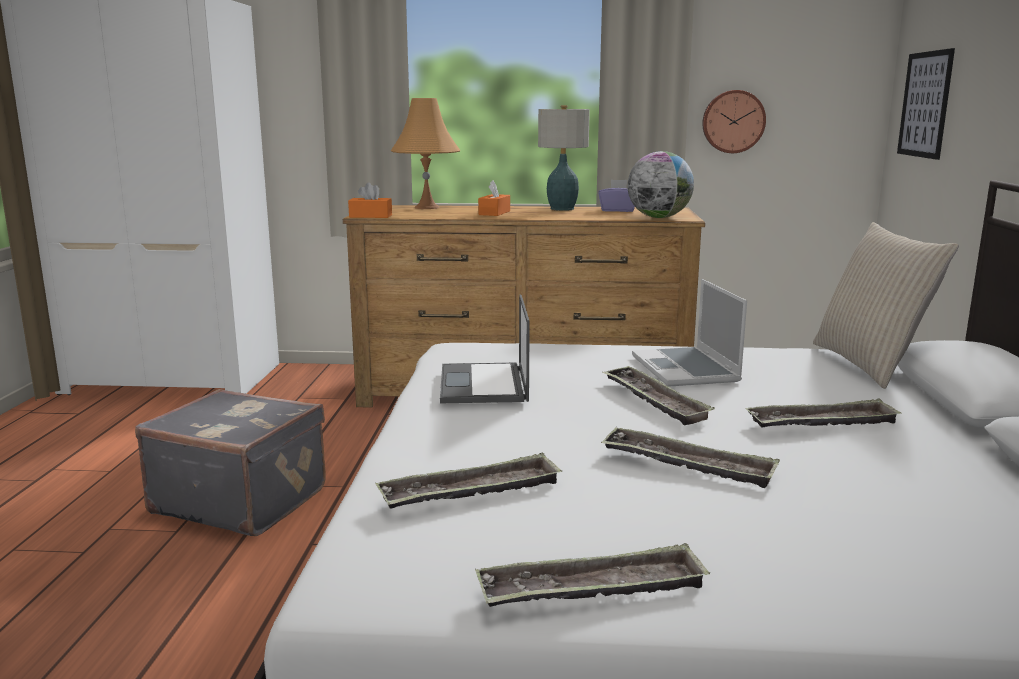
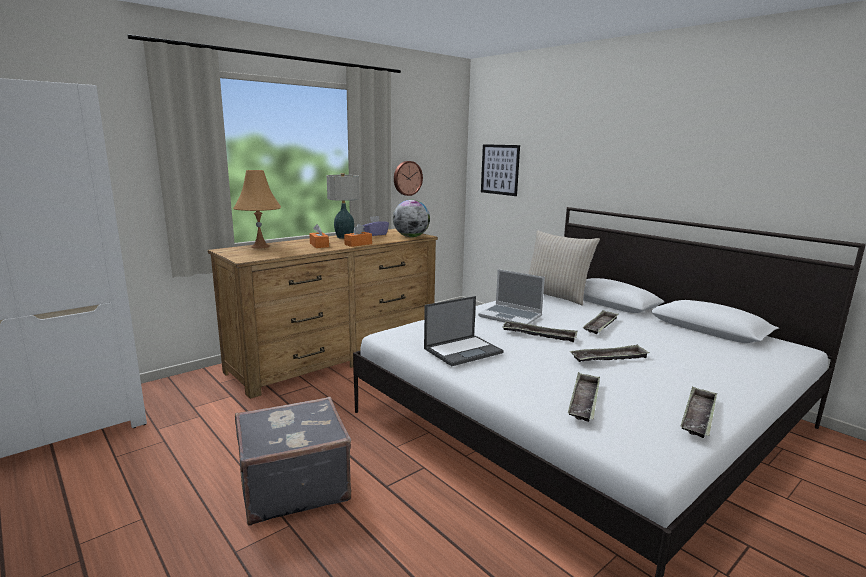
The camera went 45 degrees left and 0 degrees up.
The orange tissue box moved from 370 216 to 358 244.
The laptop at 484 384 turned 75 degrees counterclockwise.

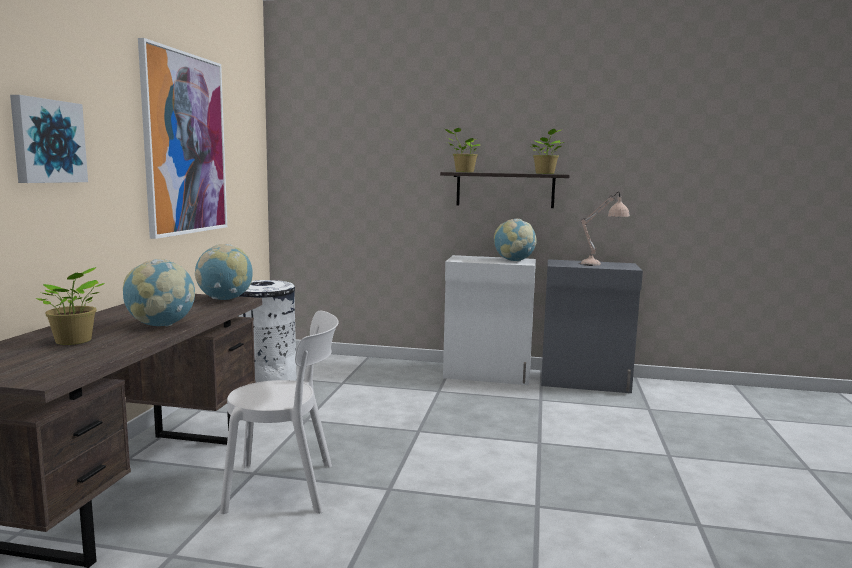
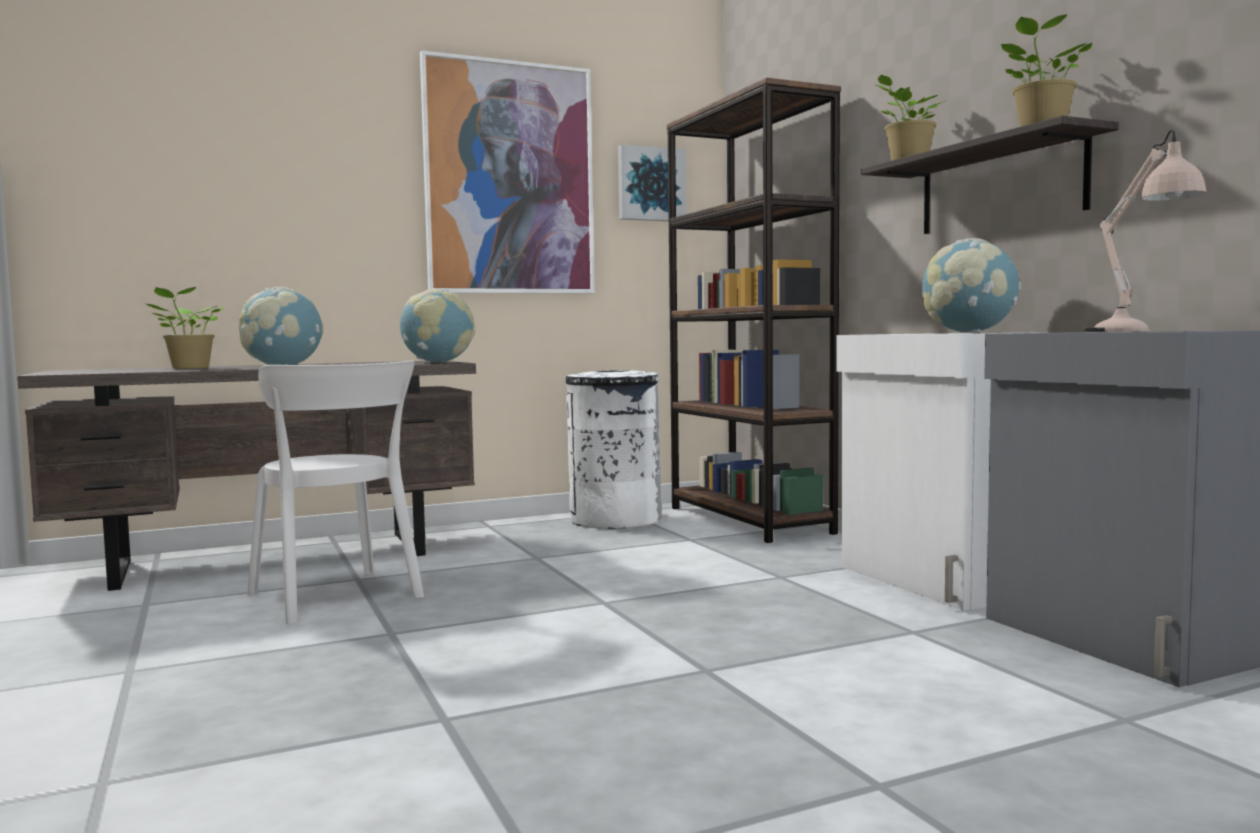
The camera went 55 degrees right and 5 degrees down.
The picture moved from 47 141 to 650 184.
The brown bookcase at 749 520 appeared.

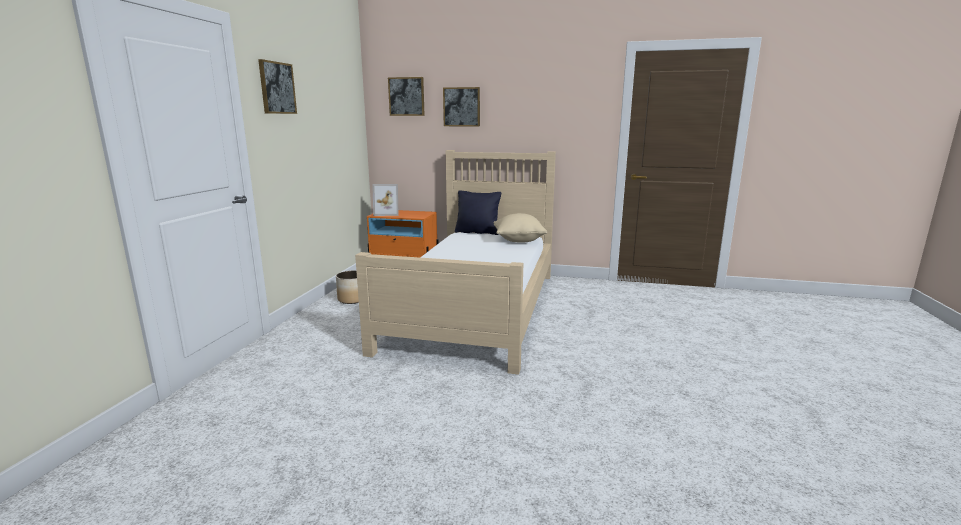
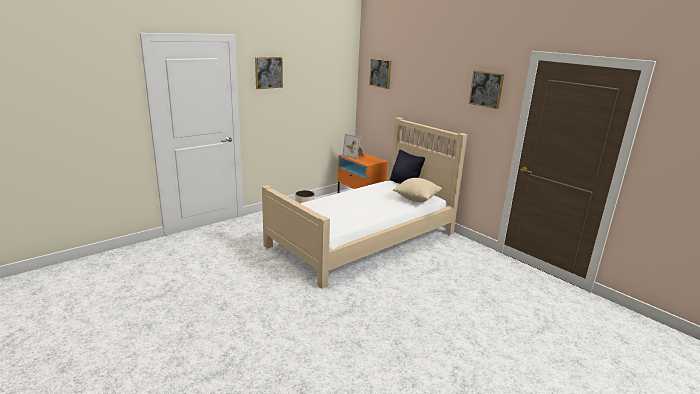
The camera went 35 degrees right and 5 degrees up.
The picture moved from 461 107 to 486 89.

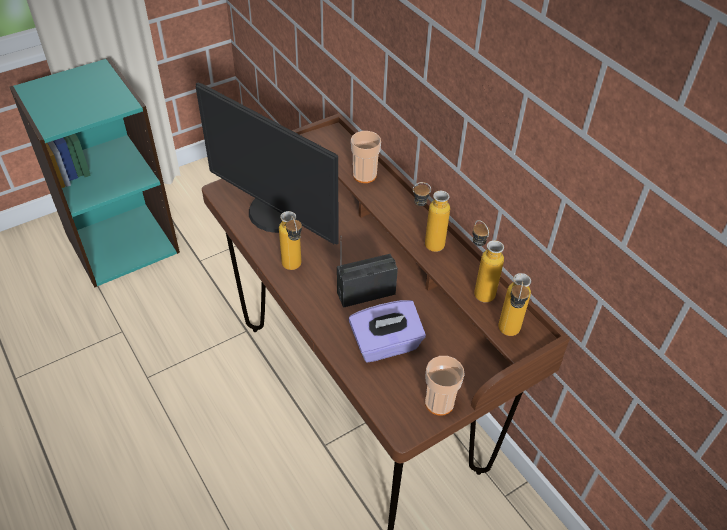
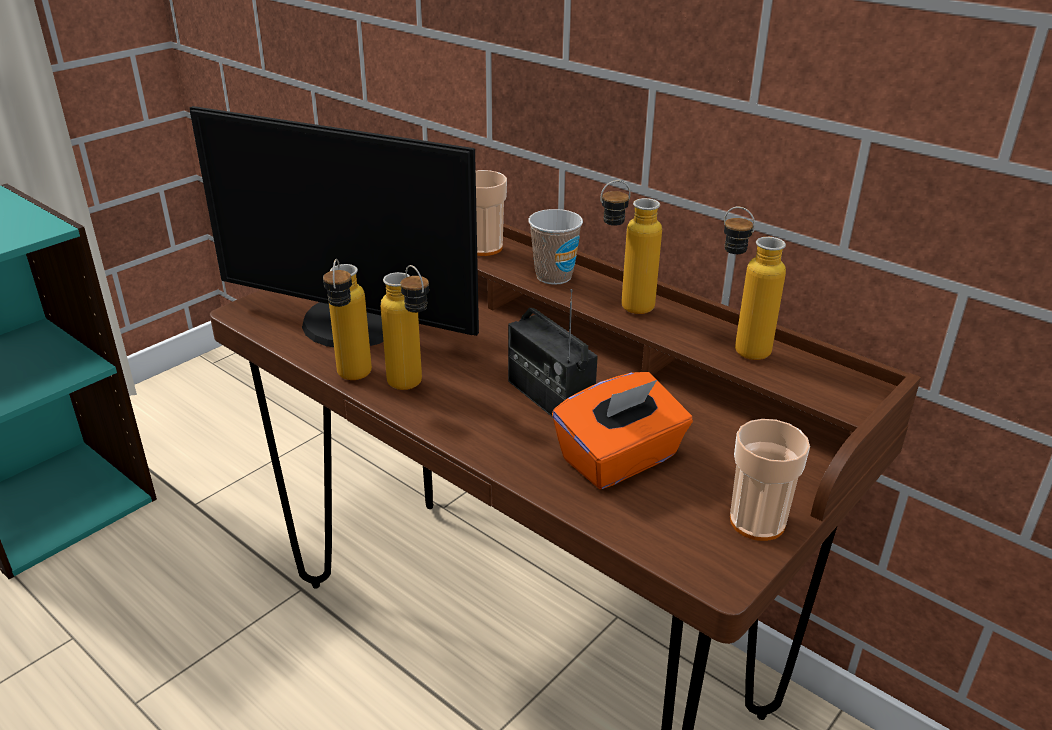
The camera went 15 degrees left and 15 degrees down.
The bottle moved from 507 335 to 352 380.
The radio at 366 293 turned 90 degrees counterclockwise.
The cup at 554 276 appeared.
The purple tissue box at 386 345 became the orange tissue box at 620 460.

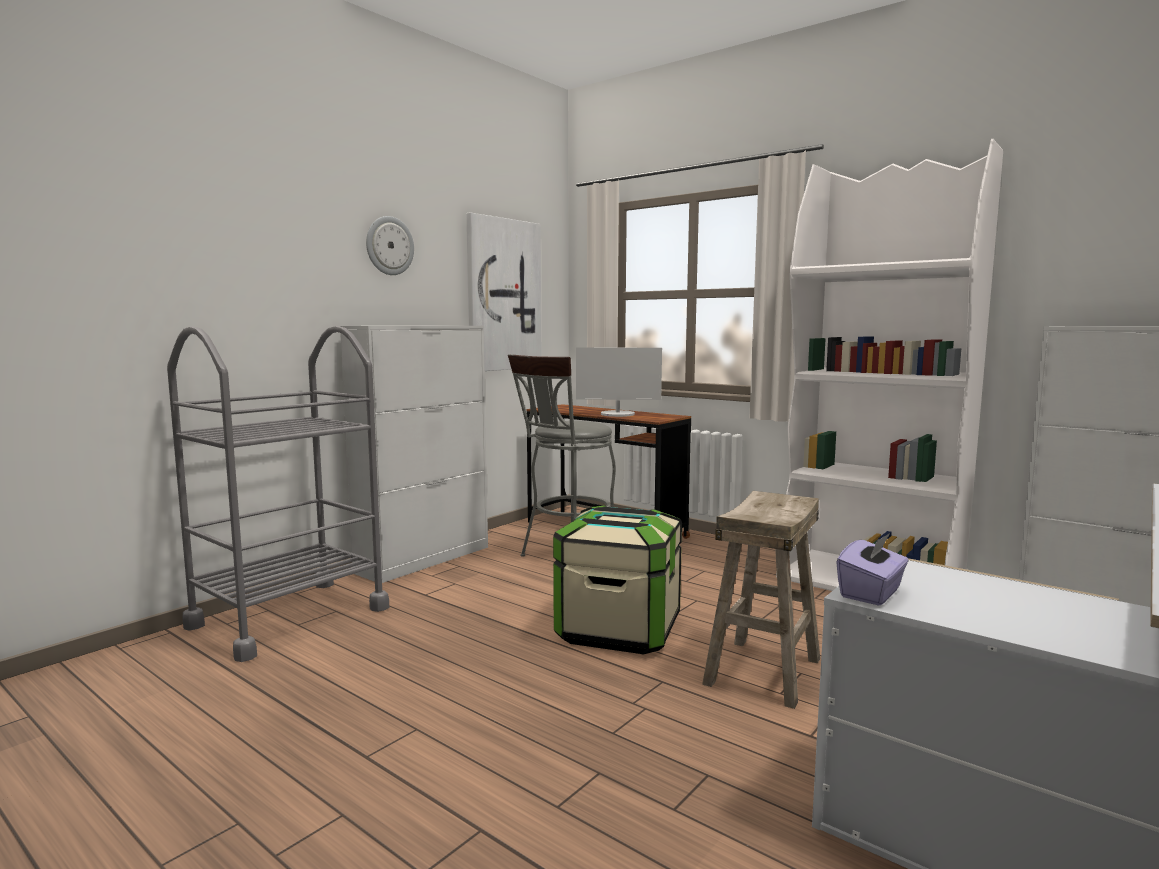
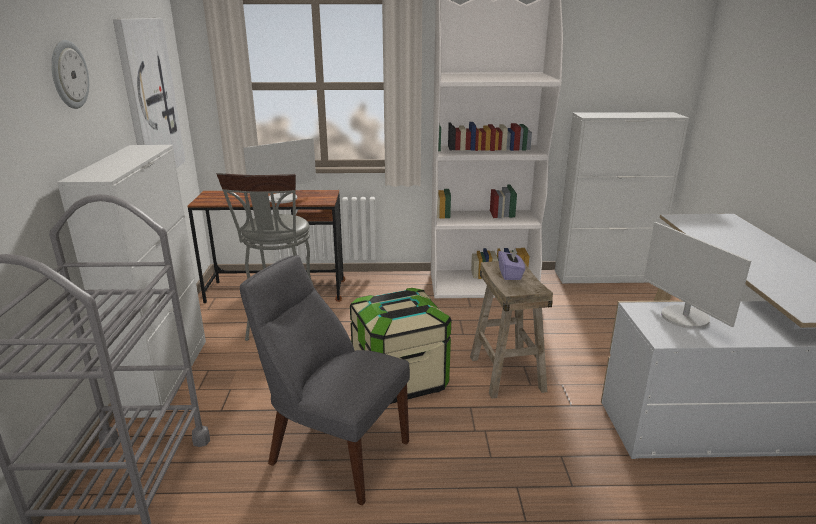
The camera went 40 degrees left and 15 degrees up.
The grey chair at 334 451 appeared.
The purple tissue box moved from 871 593 to 510 274.
The monitor at 684 317 appeared.

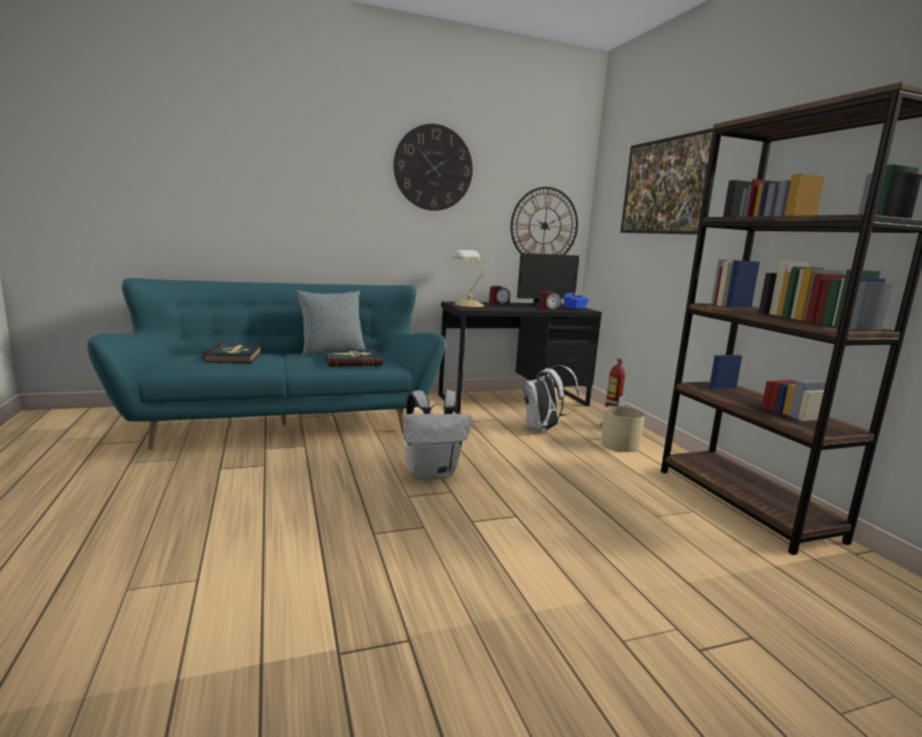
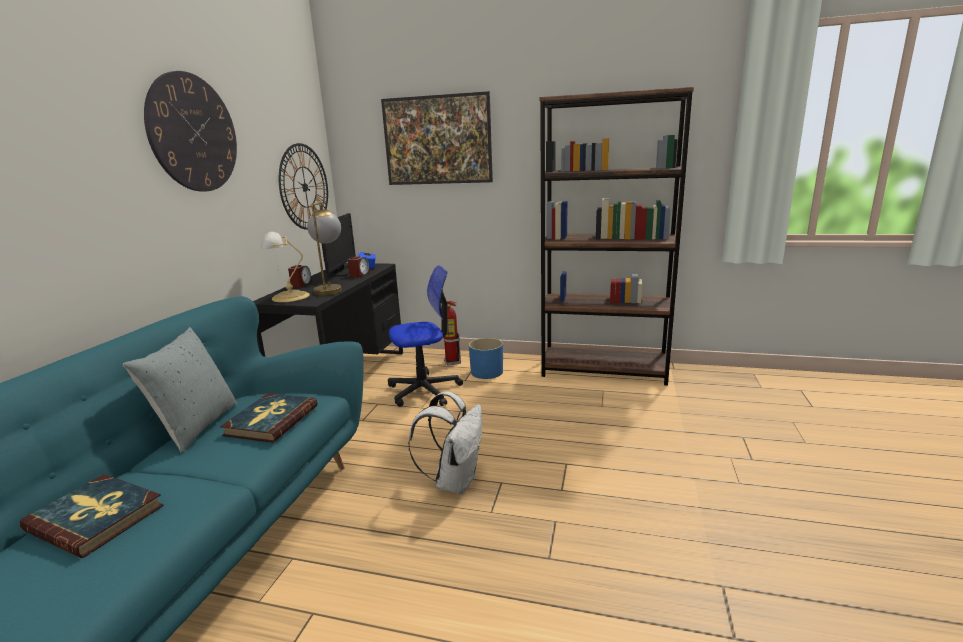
The camera went 55 degrees left and 5 degrees up.
The table lamp at 330 289 appeared.
The white backpack at 543 429 was replaced by the office chair at 424 390.
The beige planter at 620 445 became the blue planter at 487 372.

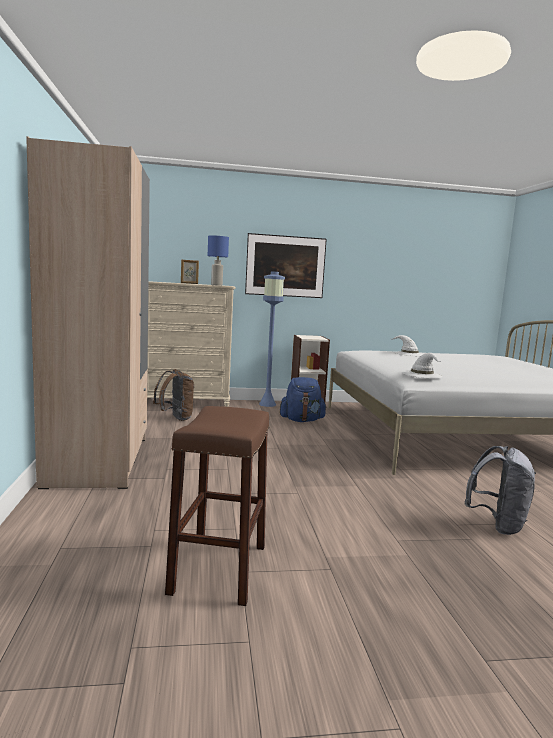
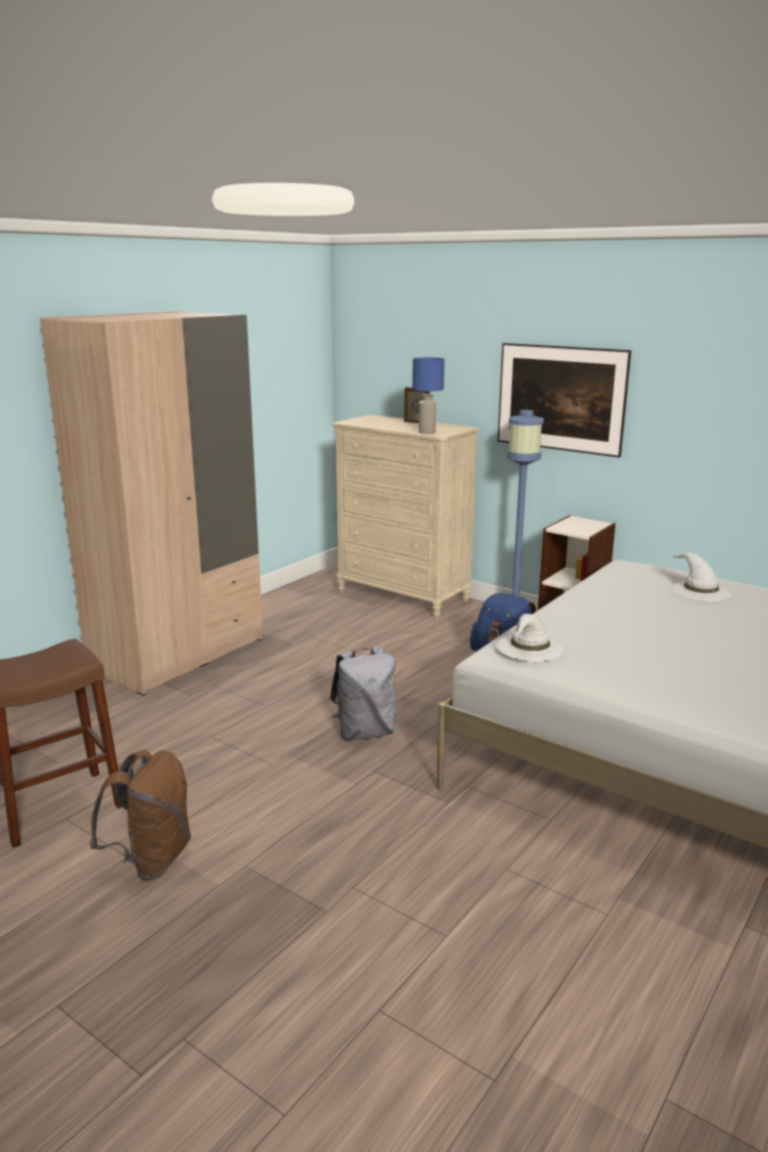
The camera went 45 degrees right and 10 degrees up.
The brown backpack moved from 175 418 to 151 860.
The grey backpack moved from 497 525 to 365 732.

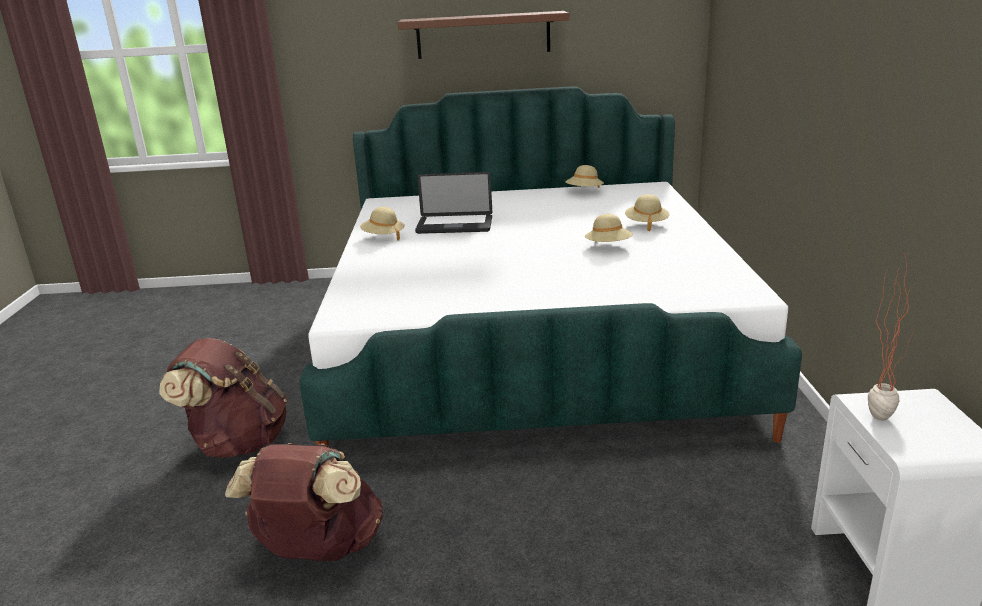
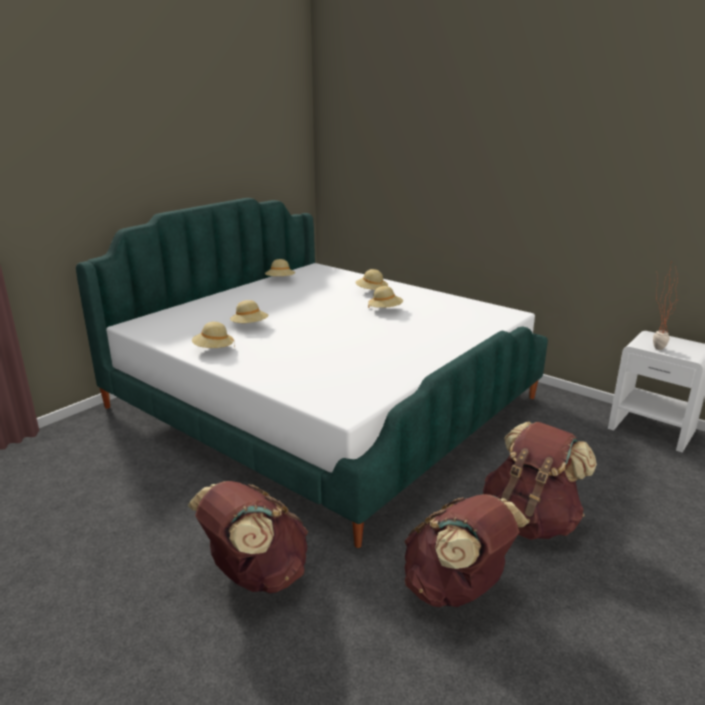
The camera went 50 degrees left and 0 degrees up.
The laptop at 454 226 was replaced by the beige hat at 250 326.
The brown backpack at 531 521 appeared.
The brown shelf at 483 35 disappeared.

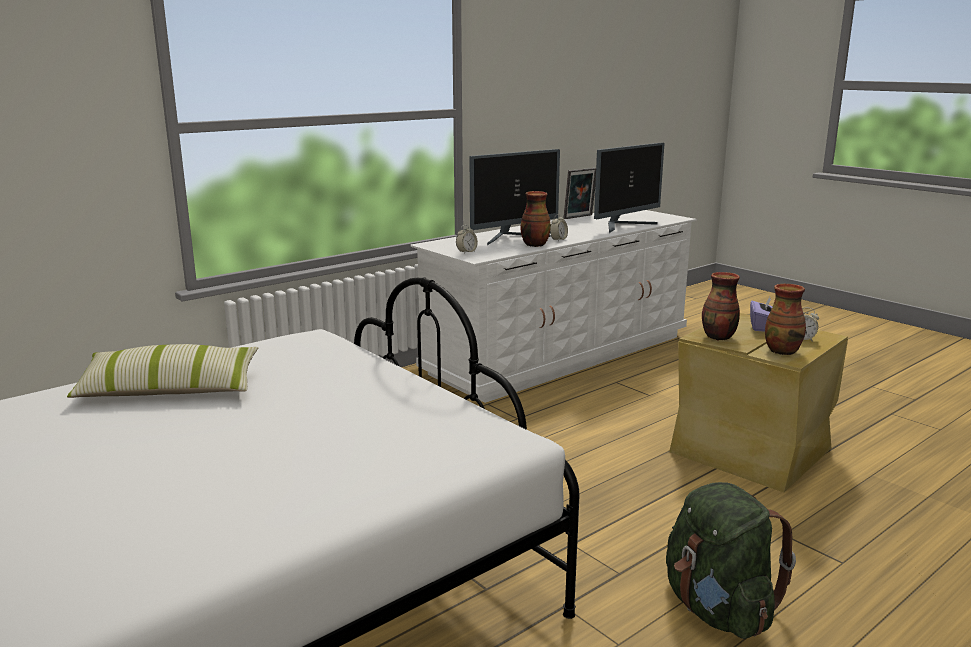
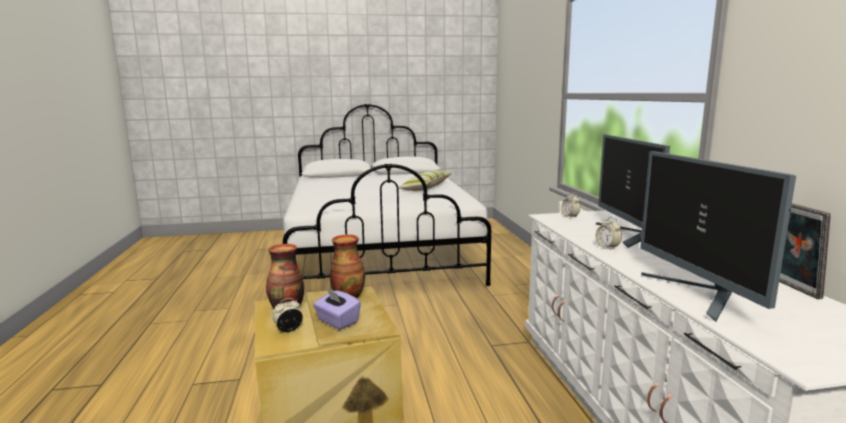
The camera went 120 degrees right and 5 degrees down.
The vase at 534 245 disappeared.
The green backpack at 718 609 disappeared.

